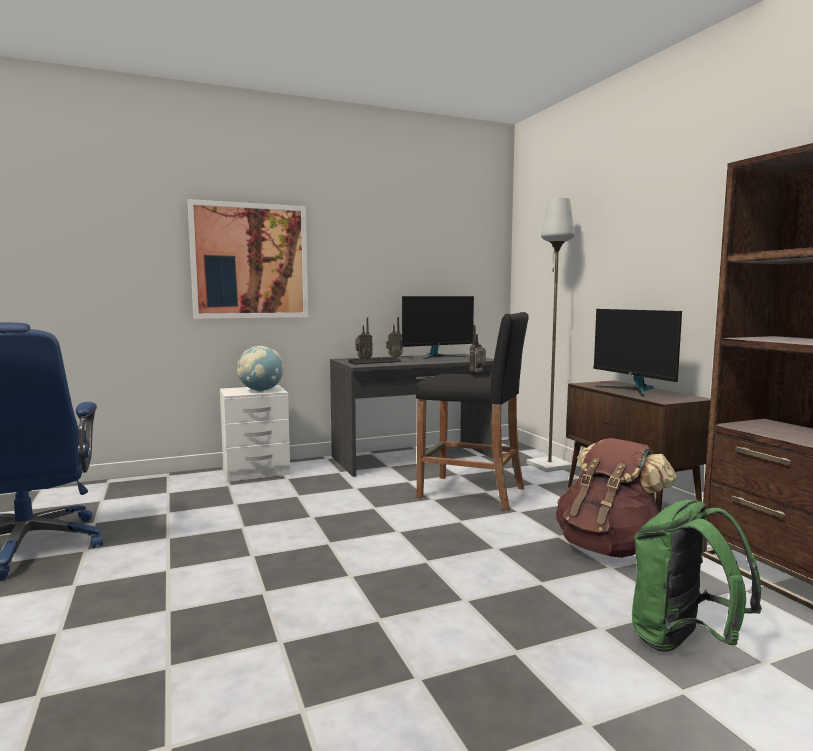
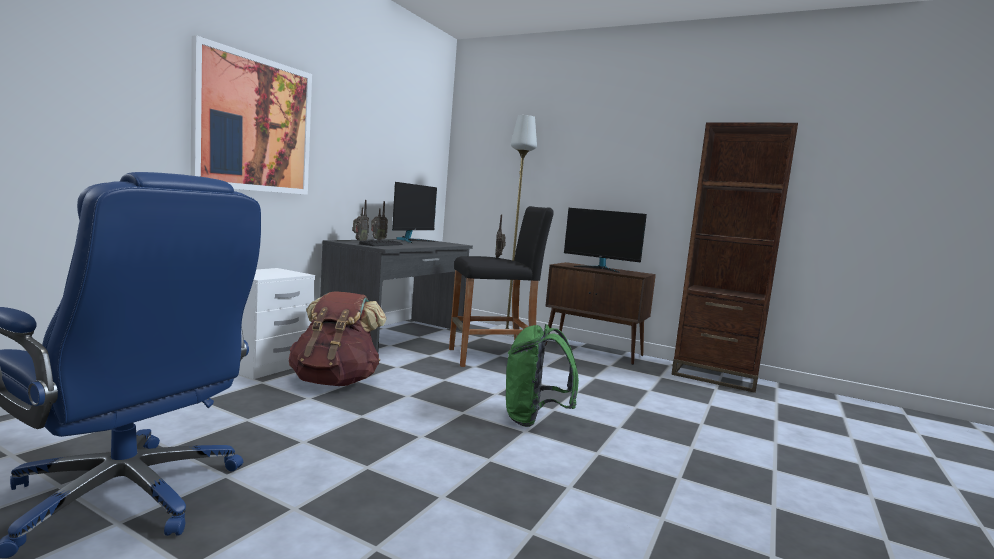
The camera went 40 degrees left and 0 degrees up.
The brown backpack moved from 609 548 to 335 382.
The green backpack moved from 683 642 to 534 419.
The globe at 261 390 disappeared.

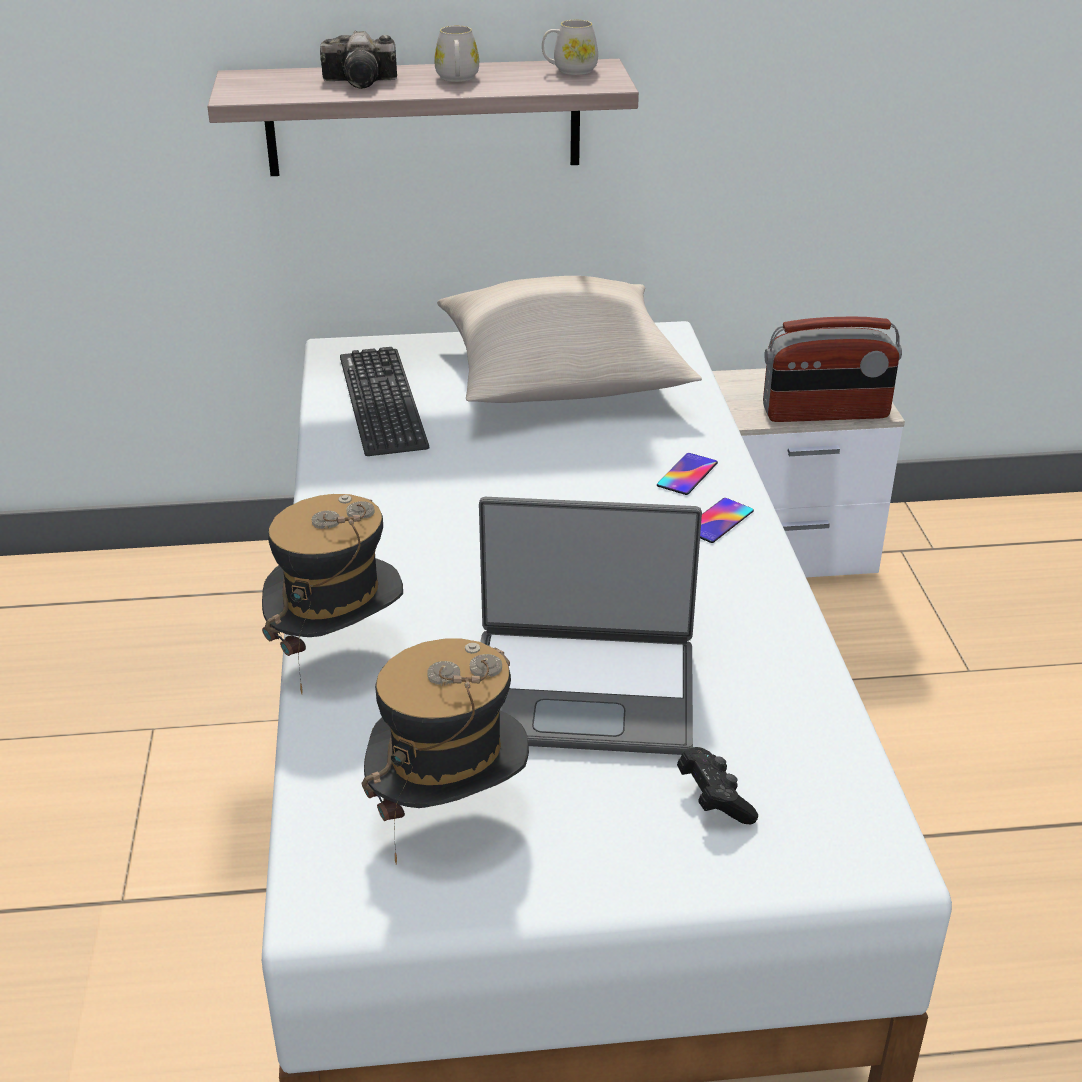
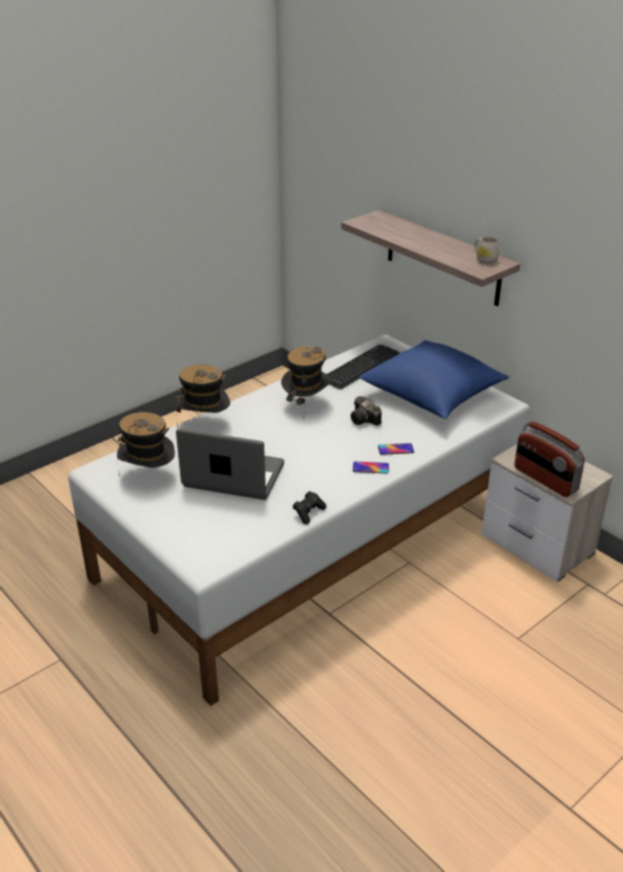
The camera went 55 degrees right and 0 degrees up.
The laptop at 583 690 turned 135 degrees clockwise.
The hat at 306 405 appeared.
The black game controller moved from 714 799 to 308 513.
The photo camera moved from 363 81 to 365 420.
The beige pillow at 561 377 became the blue pillow at 432 394.
The white mug at 457 79 disappeared.

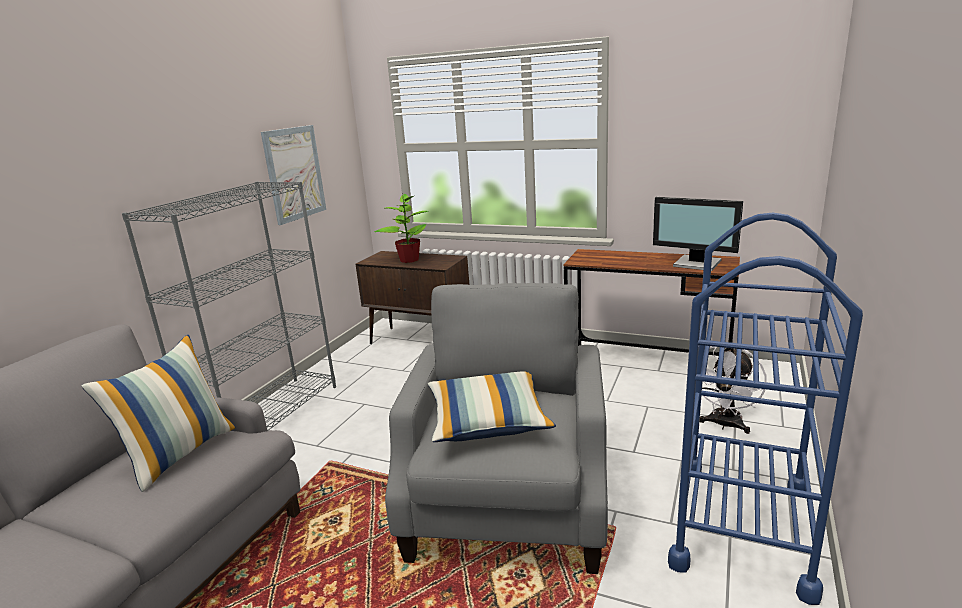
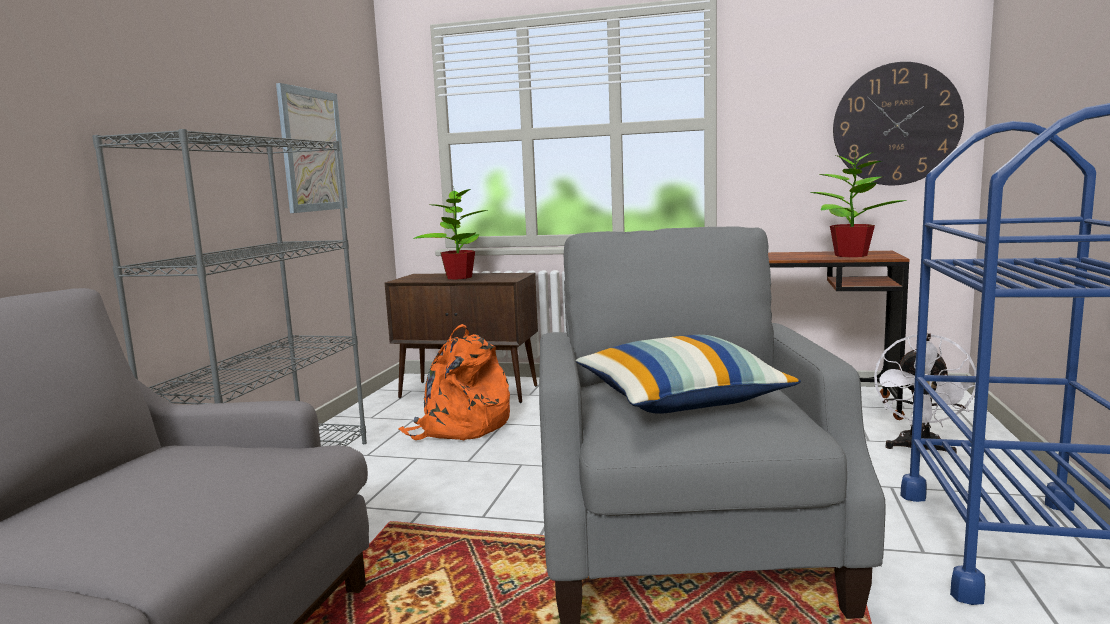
The camera went 10 degrees left and 10 degrees down.
The orange backpack at 460 427 appeared.
The monitor at 697 264 was replaced by the potted plant at 849 255.
The wall clock at 896 124 appeared.
The pillow at 180 453 disappeared.

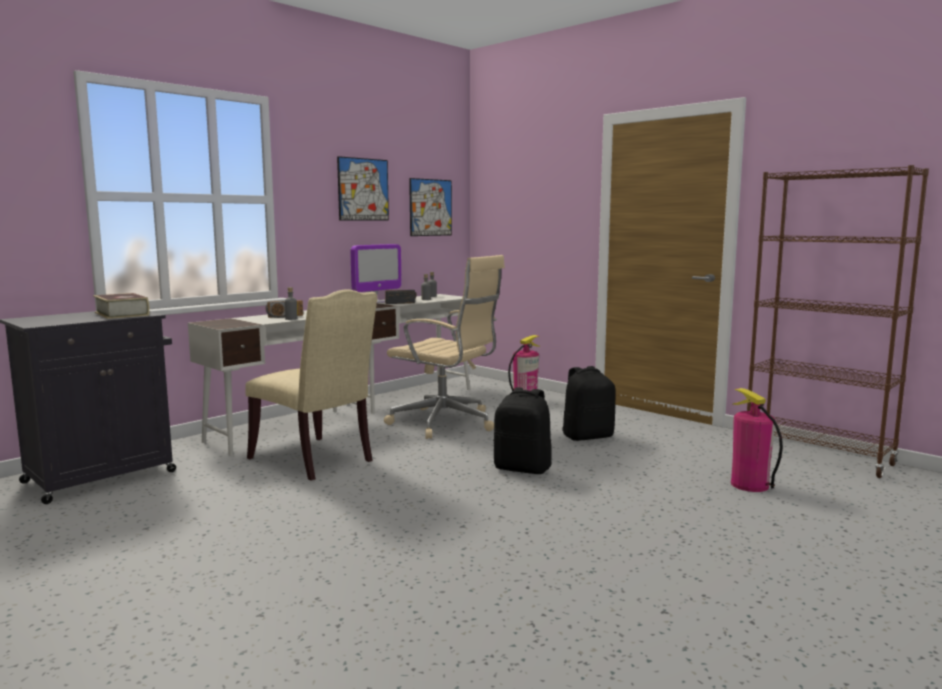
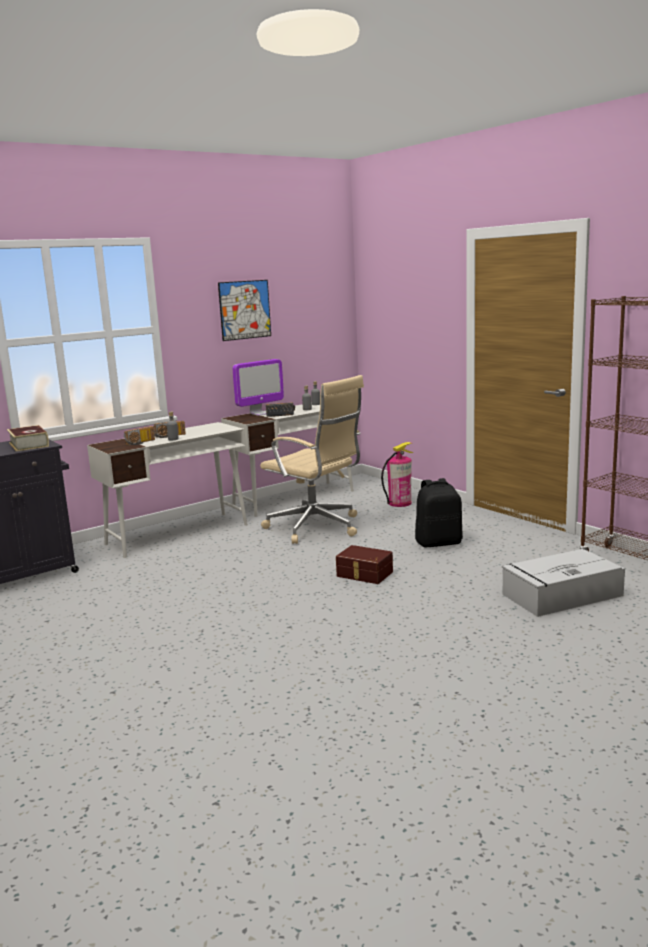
The camera went 10 degrees right and 5 degrees up.
The radio at 141 443 appeared.
The black backpack at 523 468 was replaced by the brown storage box at 364 574.
The fire extinguisher at 749 485 was replaced by the grey storage box at 560 595.
The beige chair at 316 460 disappeared.
The picture at 430 207 disappeared.

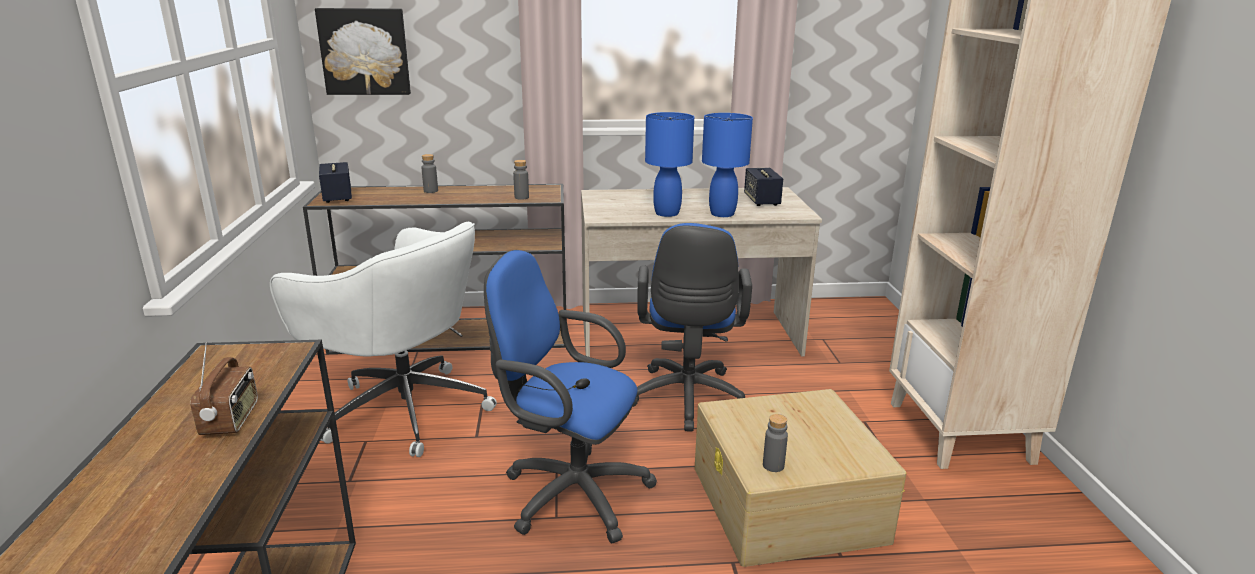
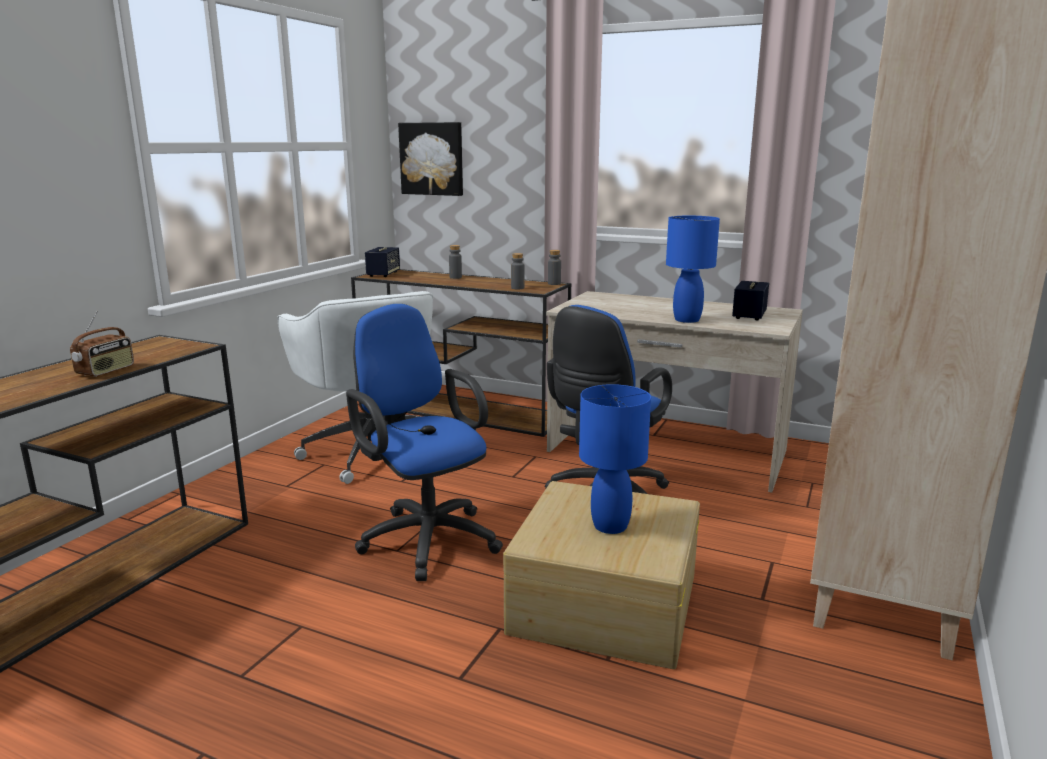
The camera went 30 degrees right and 5 degrees down.
The grey bottle moved from 773 465 to 554 283.
The blue table lamp moved from 666 213 to 609 526.

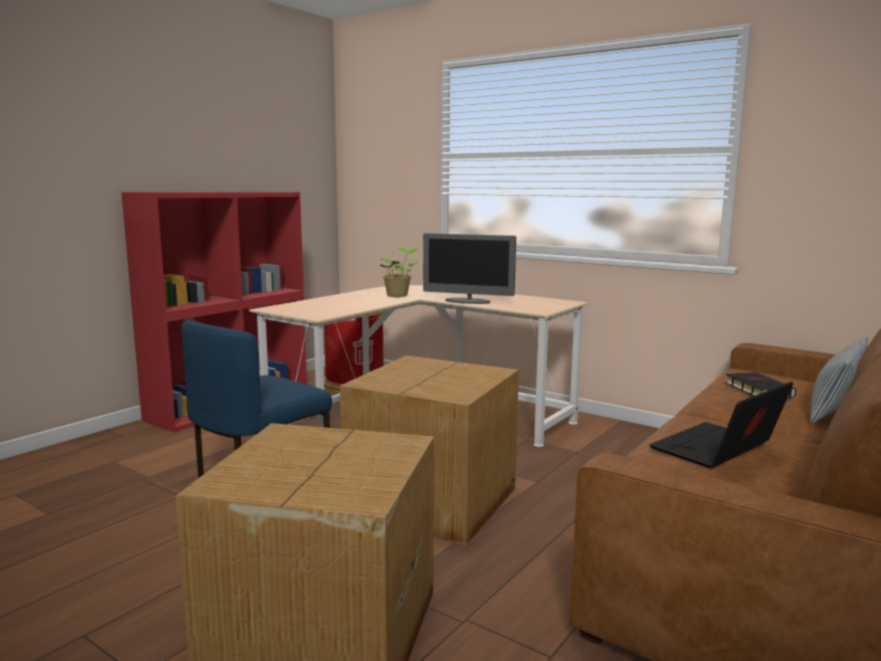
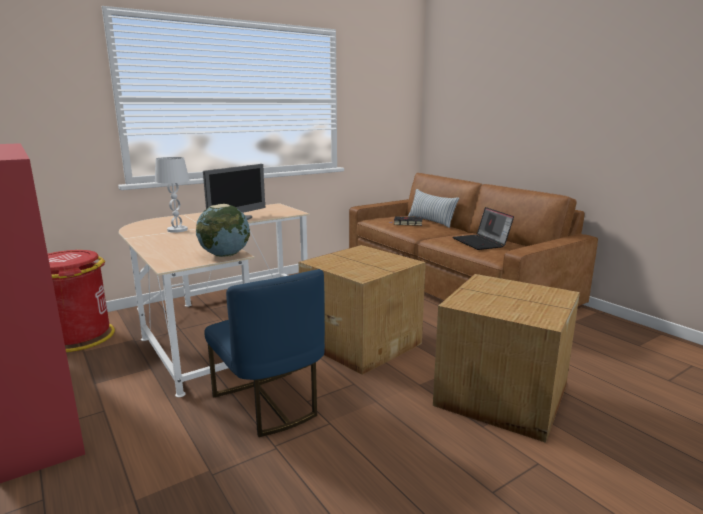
The camera went 70 degrees left and 5 degrees up.
The potted plant at 398 295 was replaced by the white table lamp at 177 230.
The globe at 225 255 appeared.

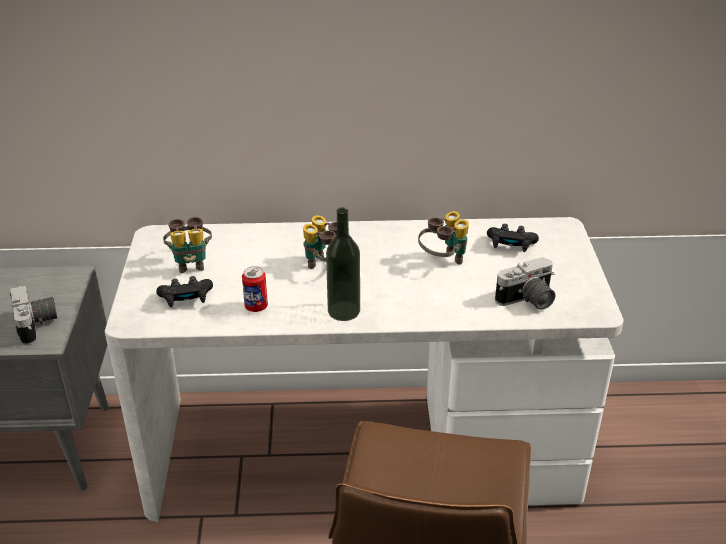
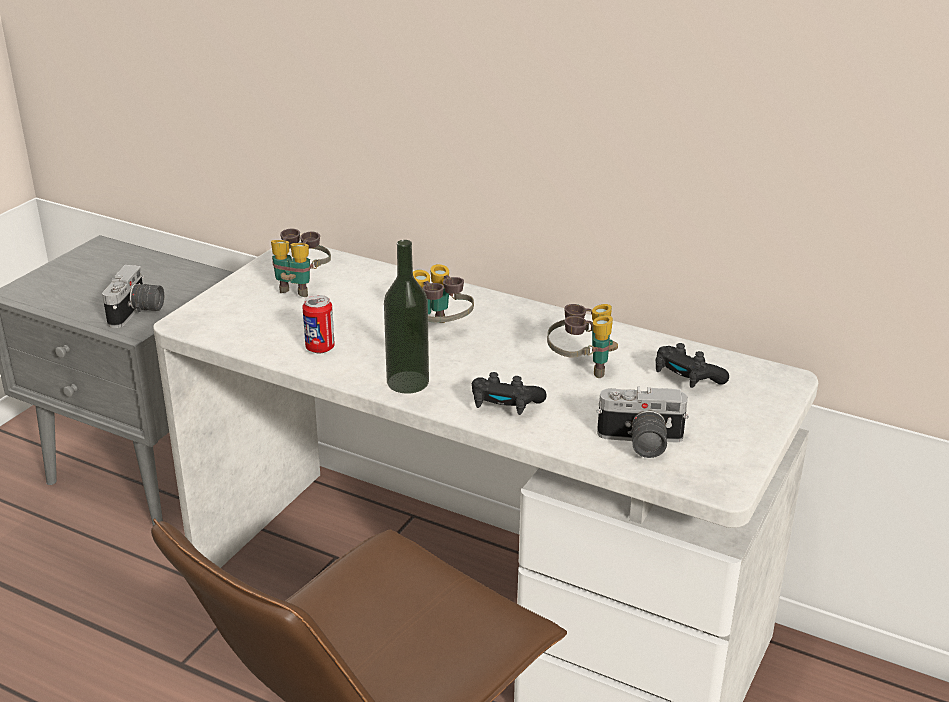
The camera went 30 degrees right and 5 degrees down.
The black game controller moved from 186 299 to 504 405.

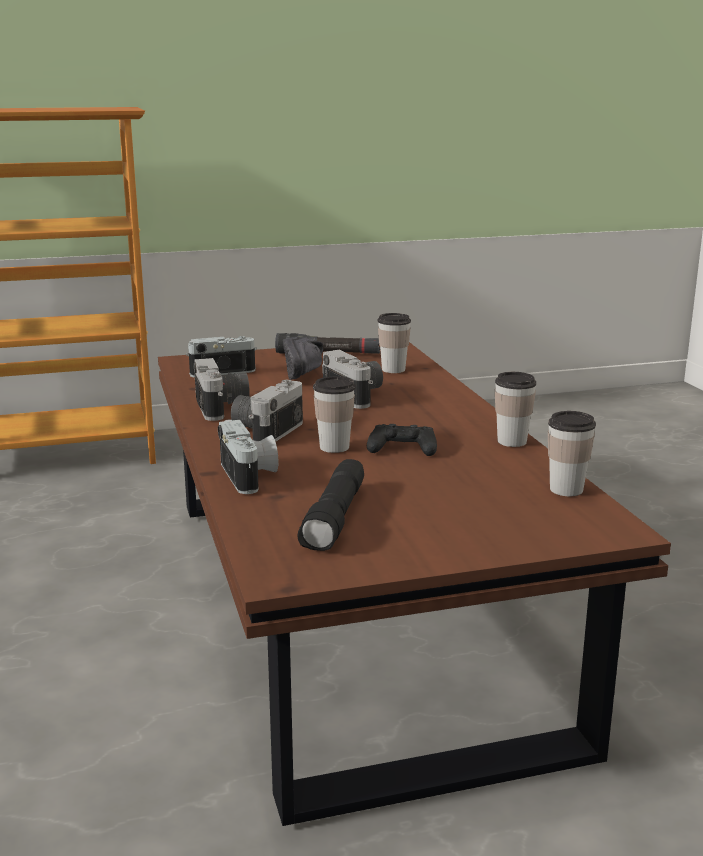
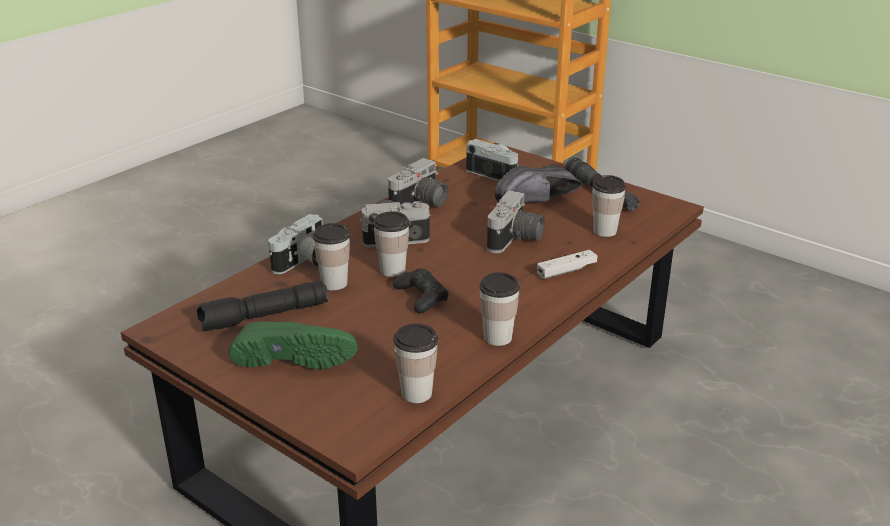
The camera went 55 degrees right and 10 degrees up.
The green shoe at 295 357 appeared.
The cup at 334 283 appeared.
The white game controller at 566 270 appeared.

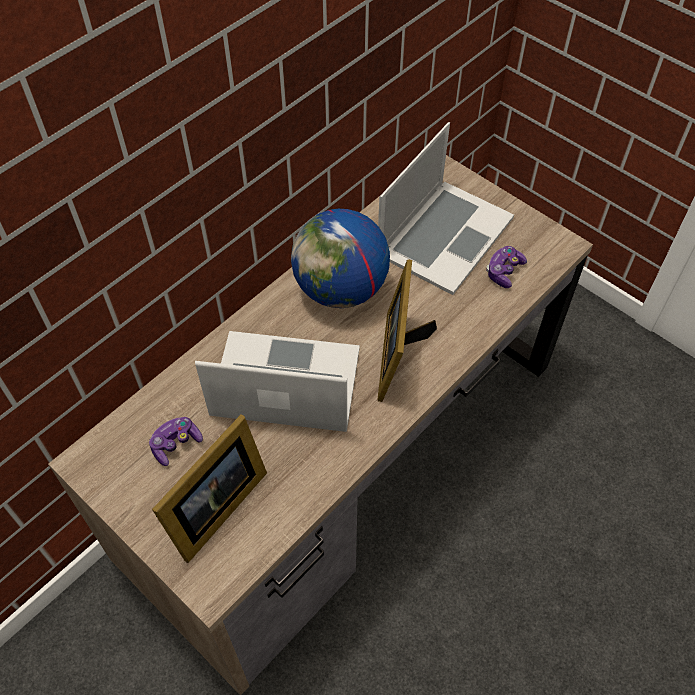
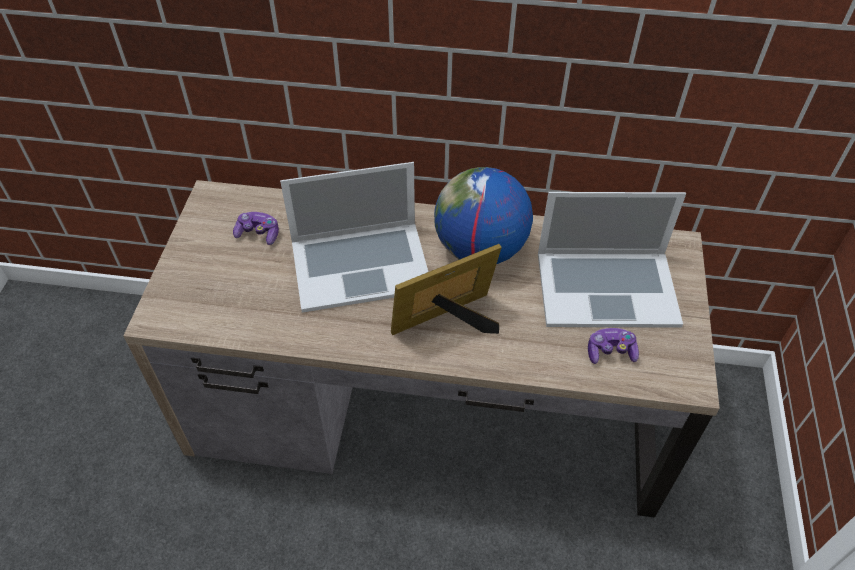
The camera went 55 degrees right and 5 degrees down.
The laptop at 285 383 turned 105 degrees clockwise.
The picture frame at 212 509 disappeared.

